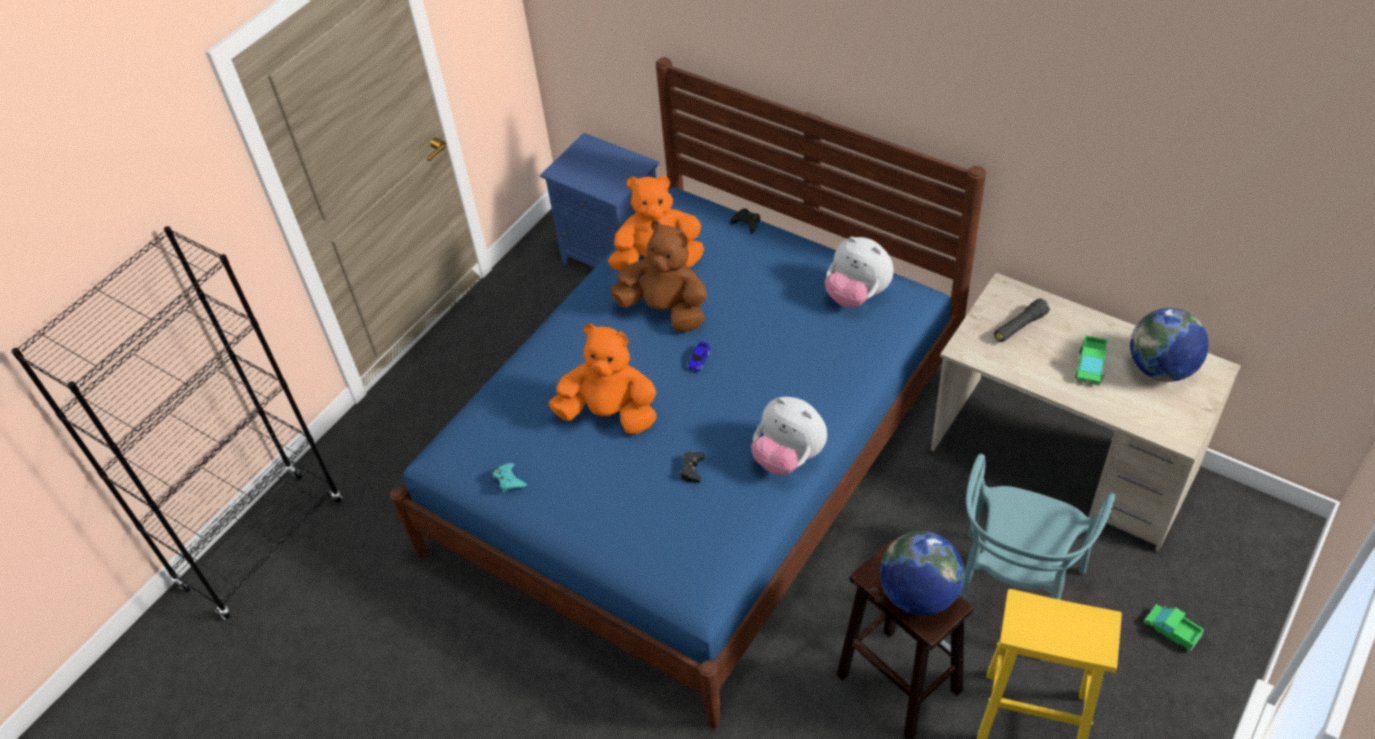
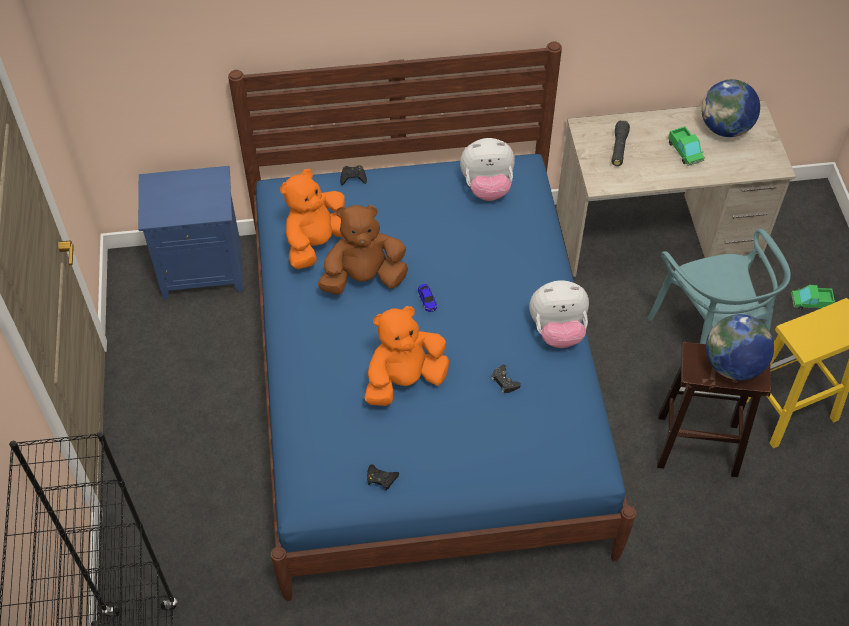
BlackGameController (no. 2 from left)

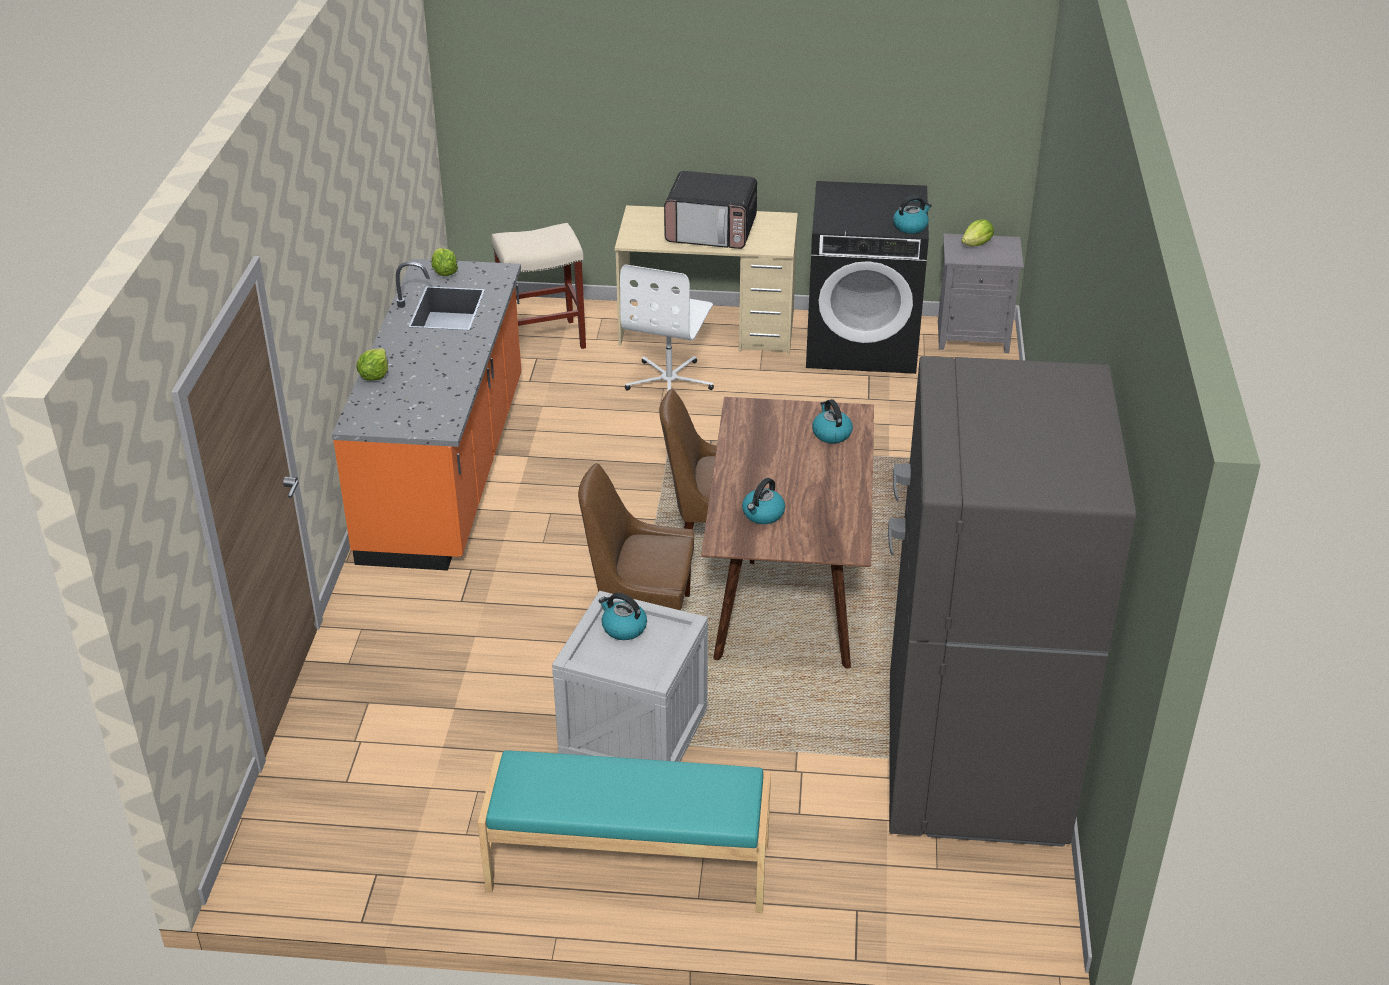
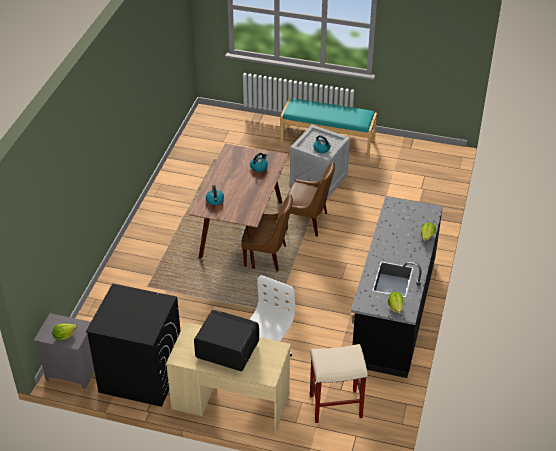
BlackCounter; GreyFridge; Kettle (no. 4 from left in the first image)

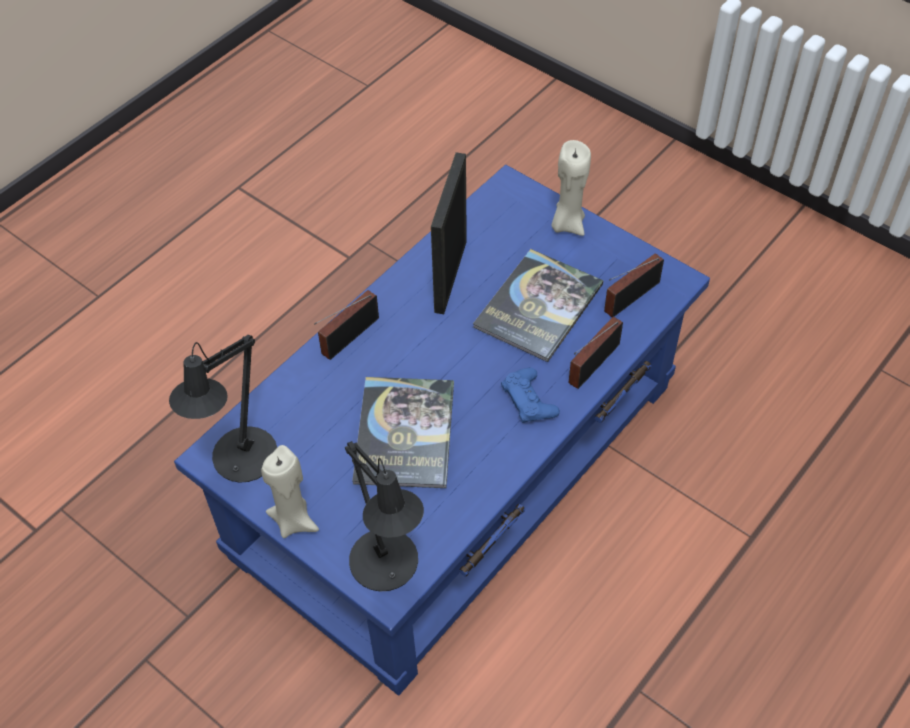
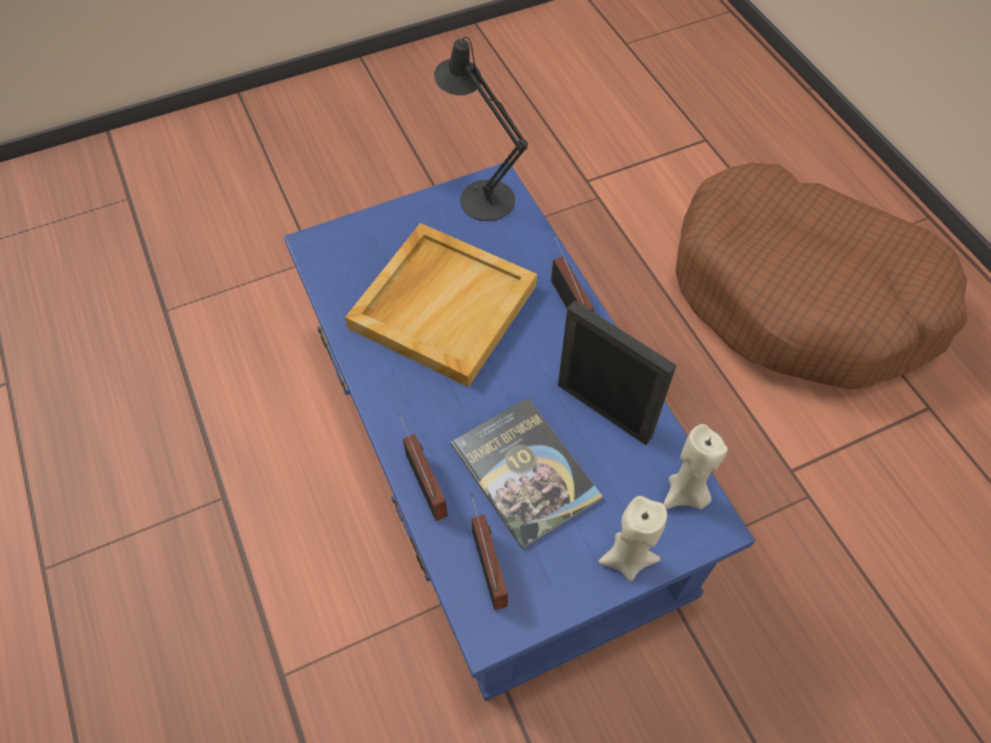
BeigeCandle (no. 2 from left); BlackTableLamp (no. 2 from left in the first image); BeigeTray; BlueGameController; BrownDogBed

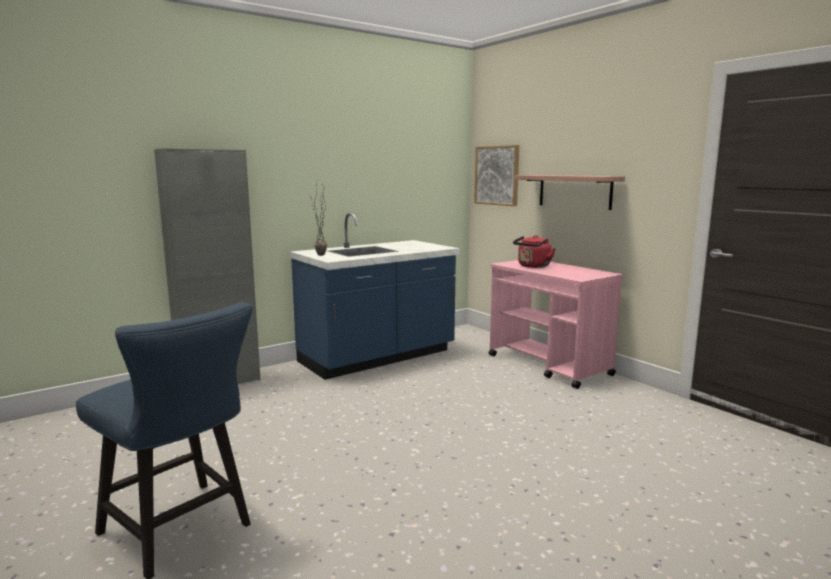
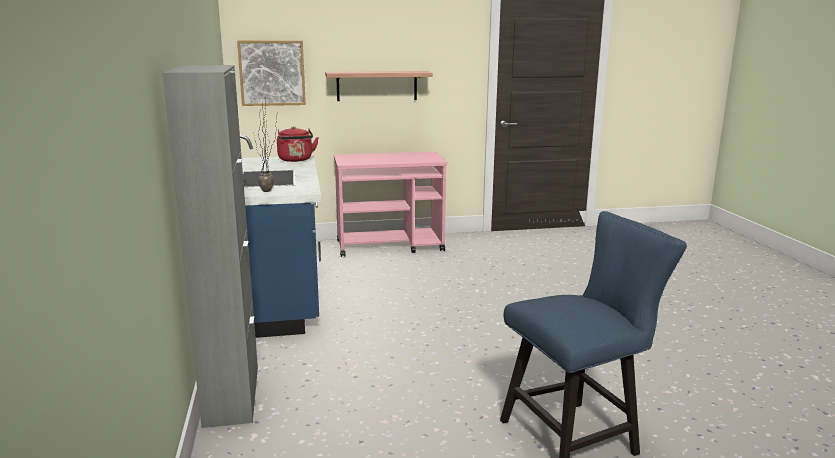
RedKettle

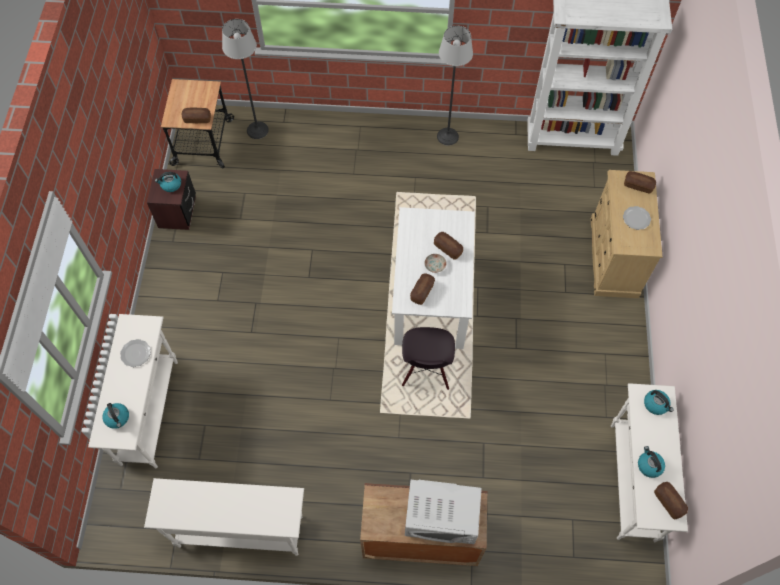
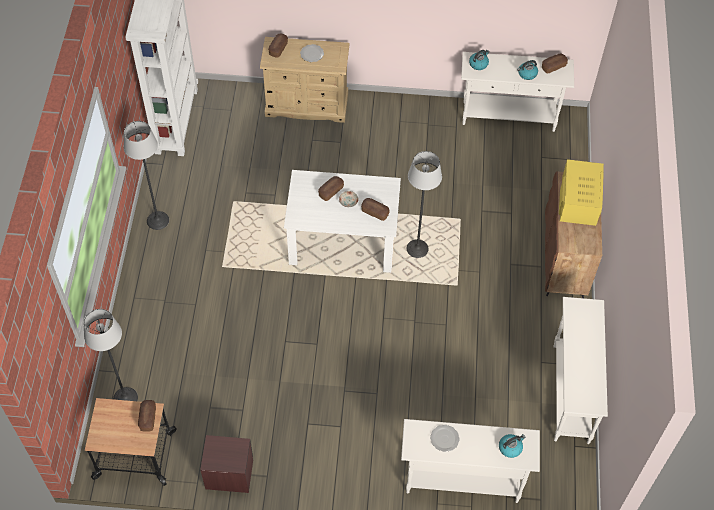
Kettle (no. 2 from left in the first image); FloorLamp (no. 3 from left); YellowMicrowave

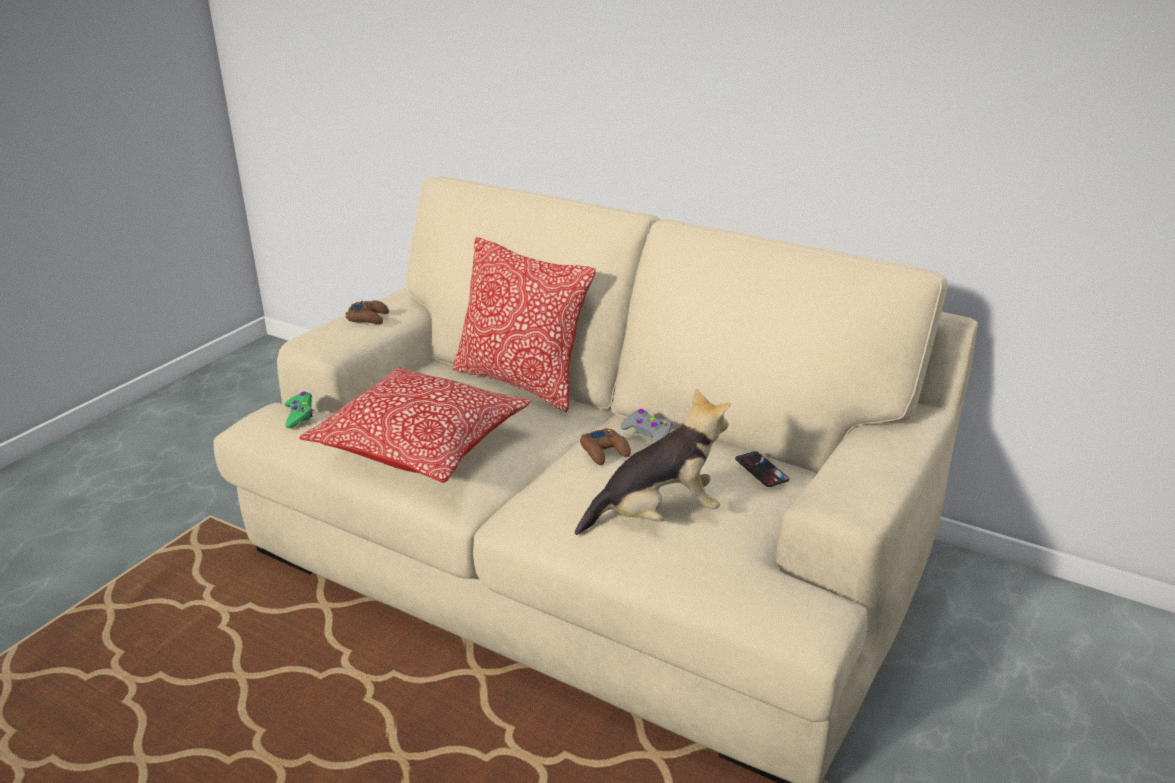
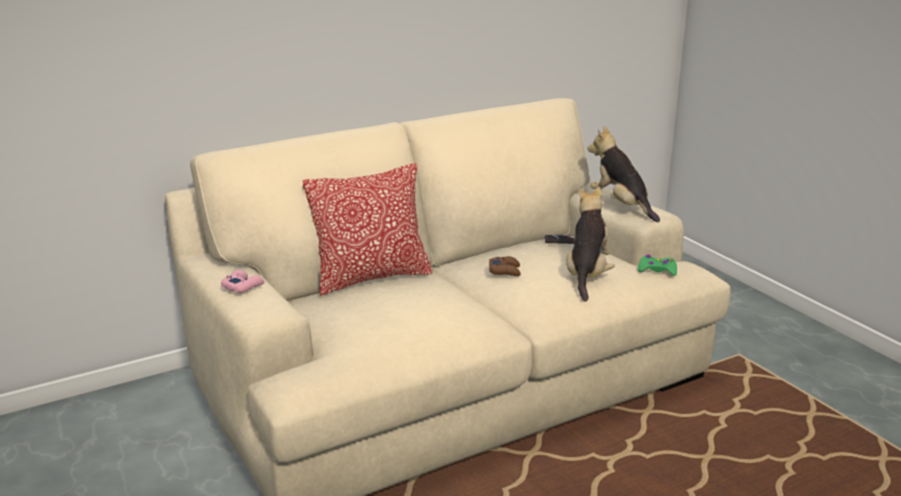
GreenGameController; Pillow (no. 1 from left in the first image); PinkGameController; GreyGameController; PlushToy (no. 2 from left)

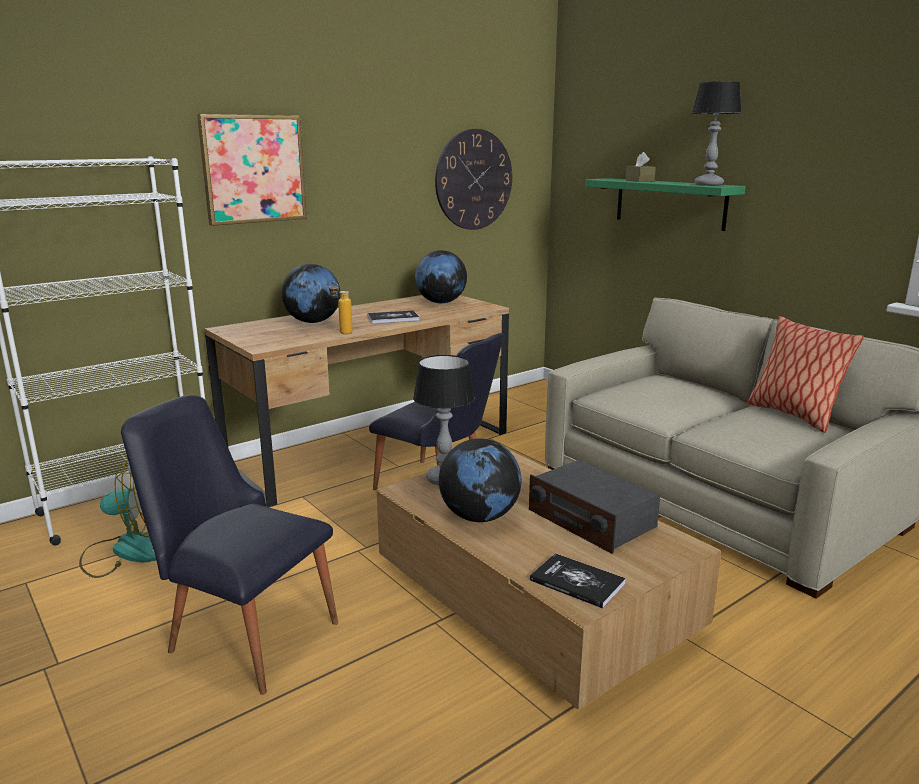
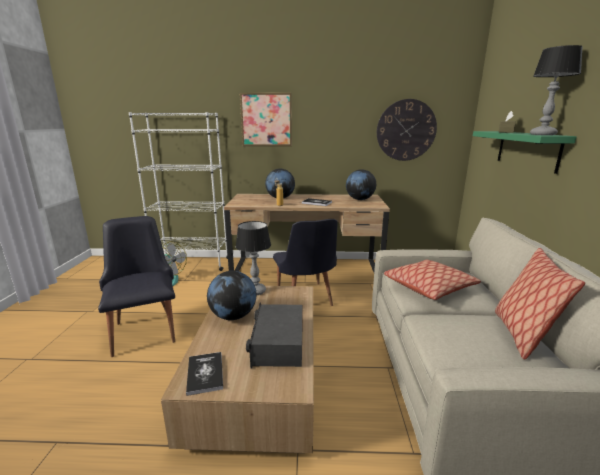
Pillow (no. 1 from left)

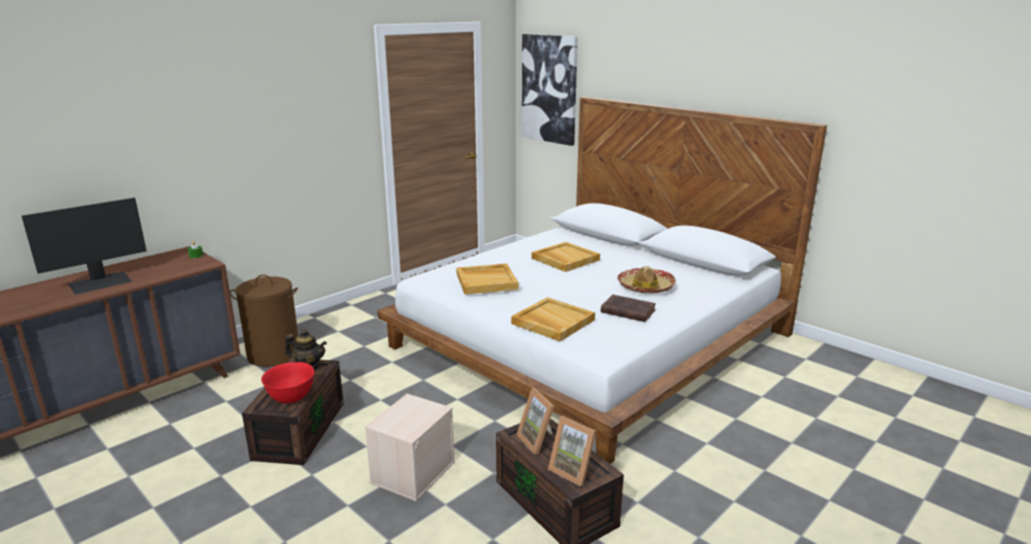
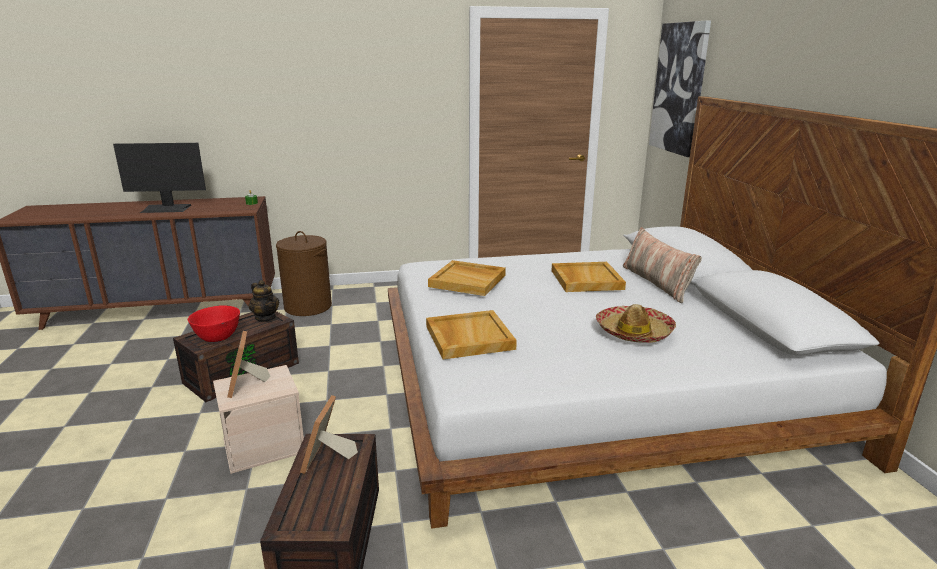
PictureFrame (no. 1 from left); BrownBook; Pillow

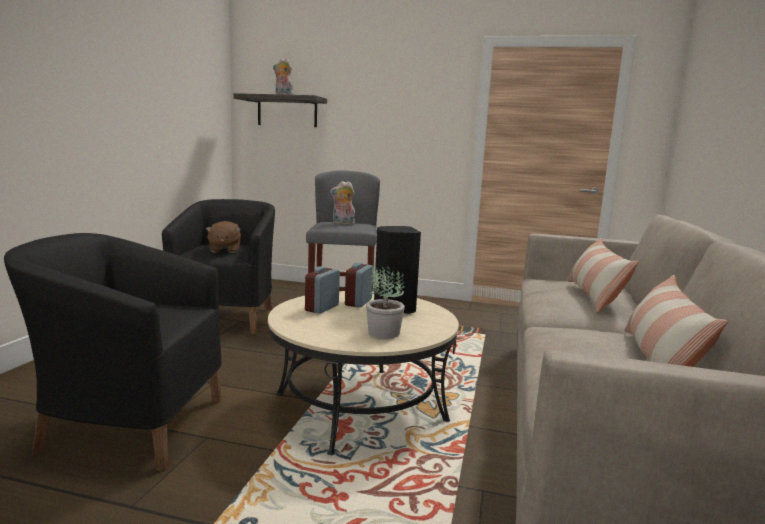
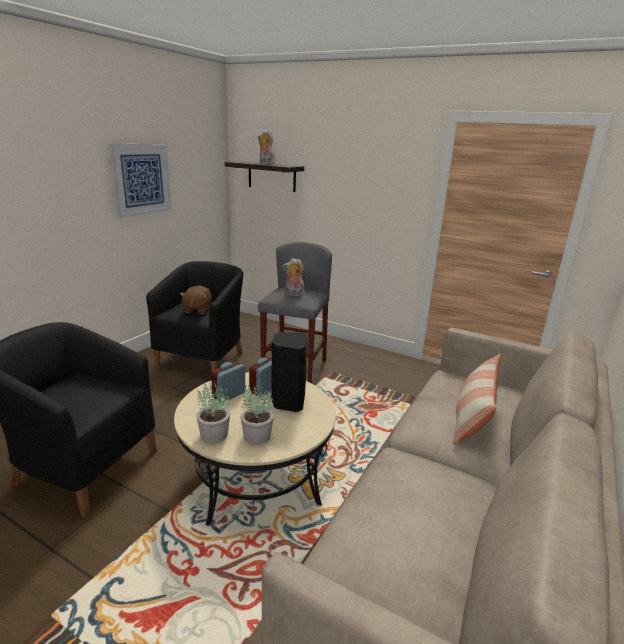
Pillow (no. 2 from left in the first image); Picture; PottedPlant (no. 1 from left)

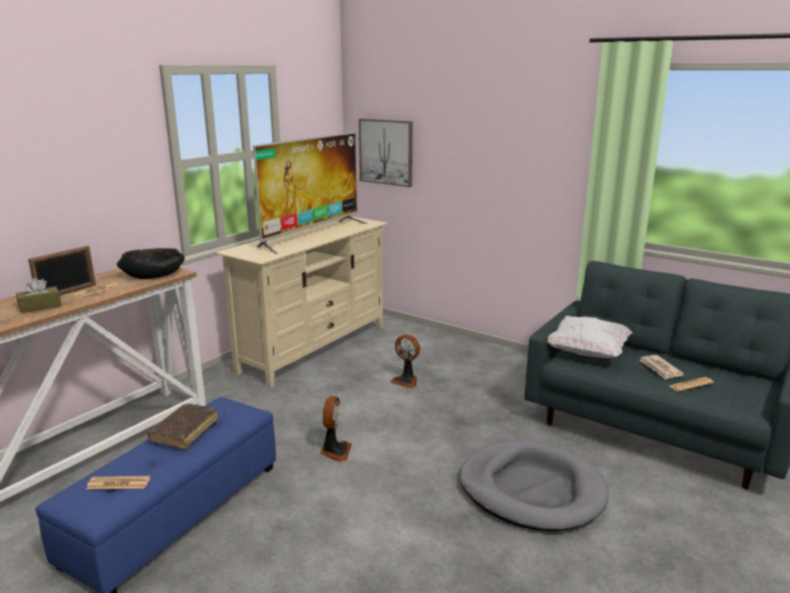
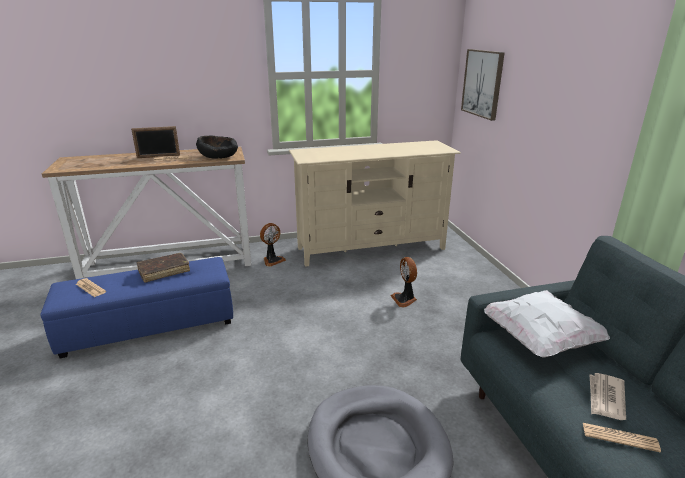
BrownTissueBox; Television; Fan (no. 1 from left)

